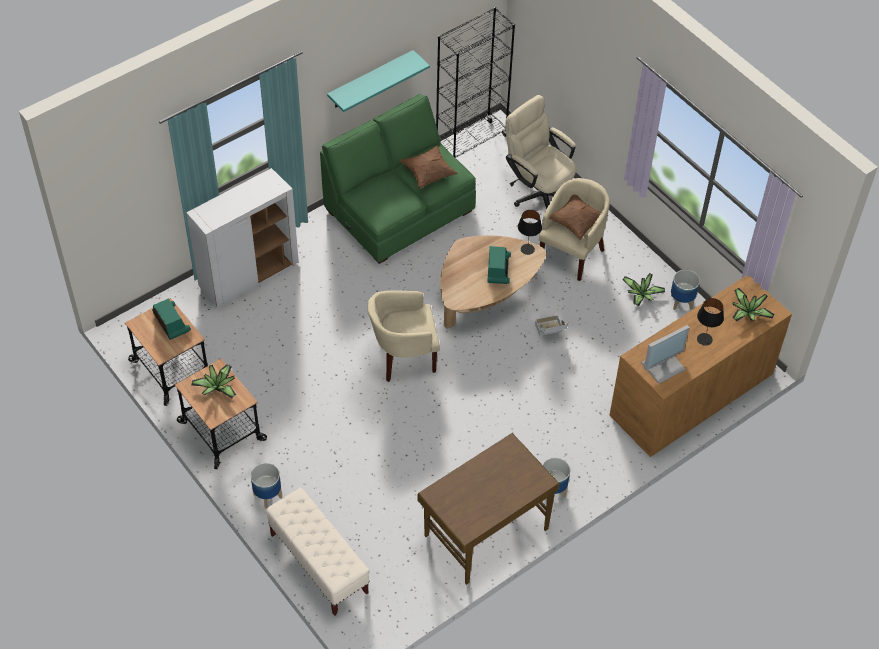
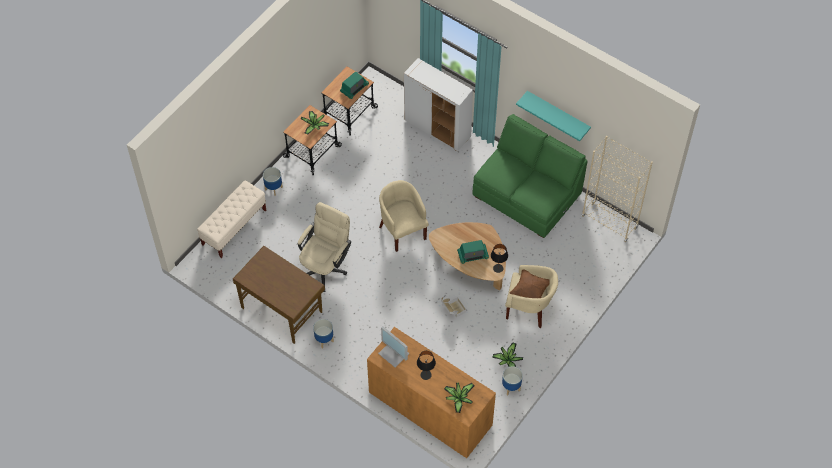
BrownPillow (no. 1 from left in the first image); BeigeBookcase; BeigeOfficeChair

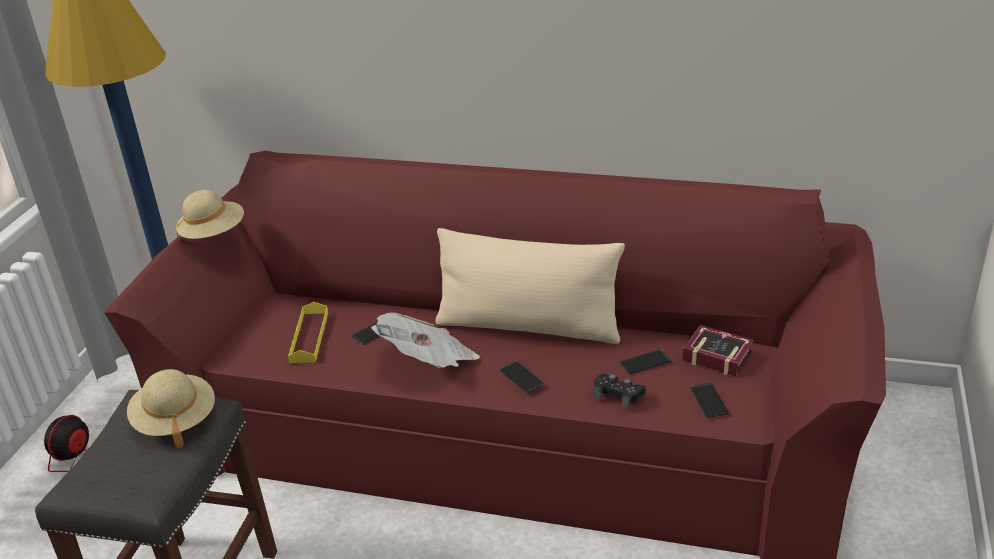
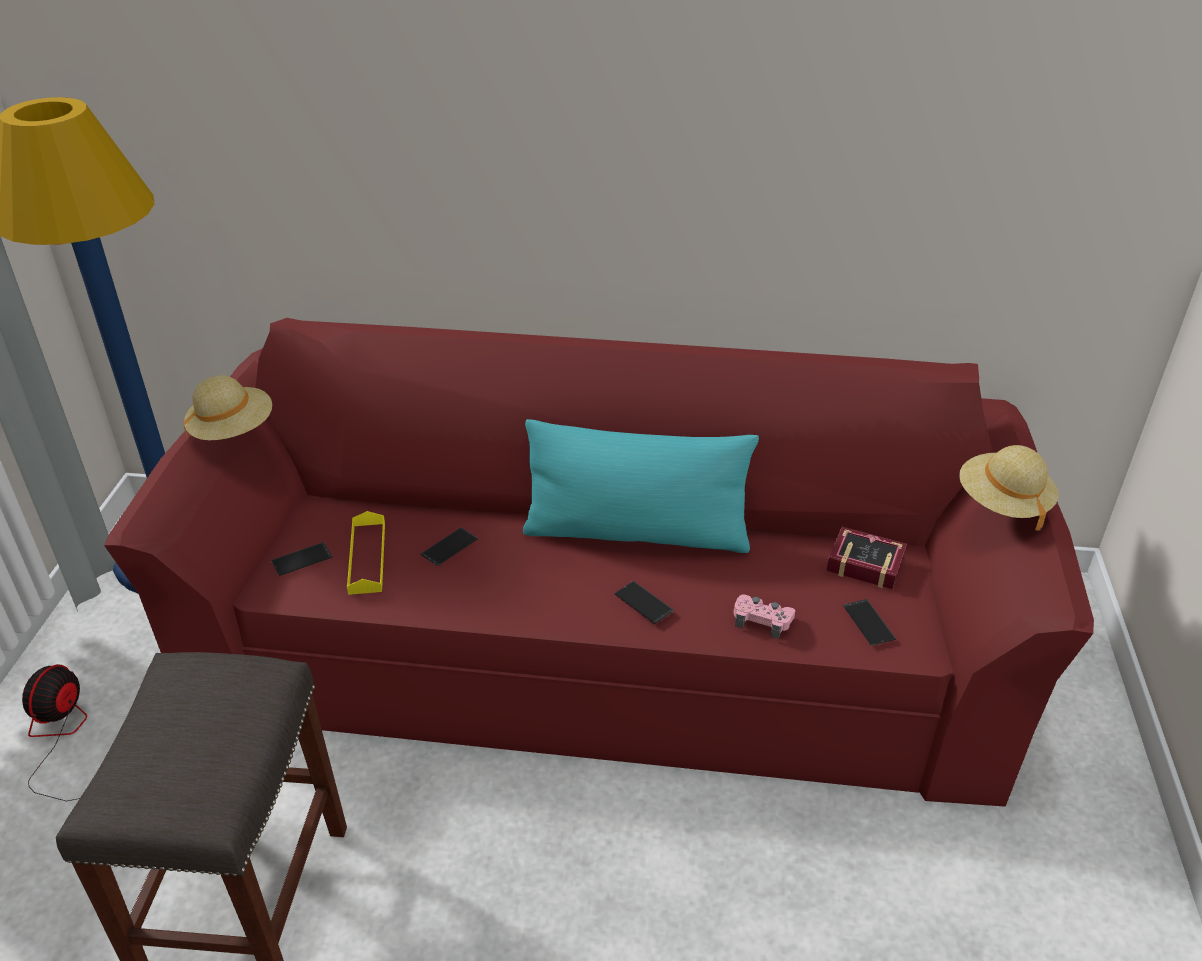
BeigeHat (no. 2 from left); Newspaper; TurquoisePillow; PinkGameController; Phone (no. 1 from left)

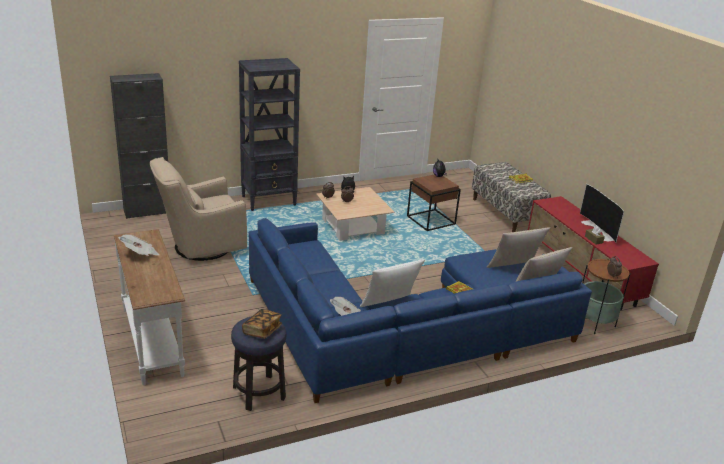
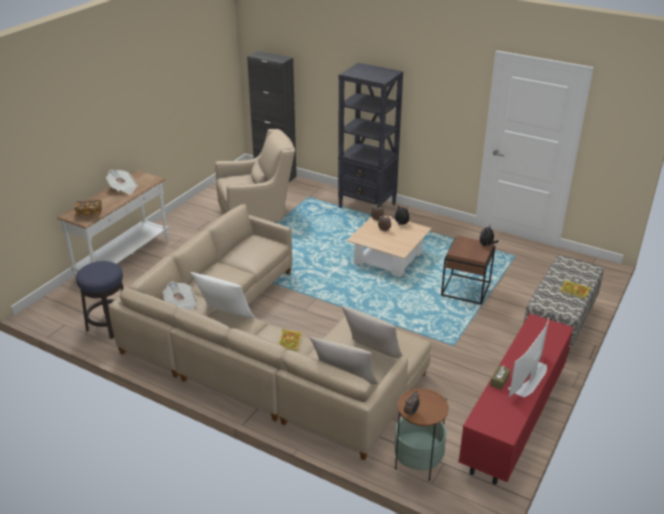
BeigeArmchair; Book (no. 1 from left); BeigeSofa

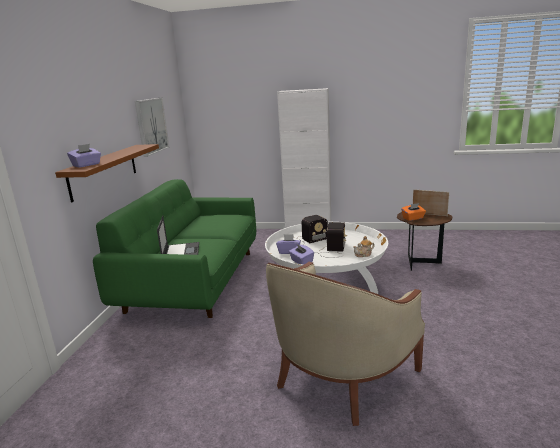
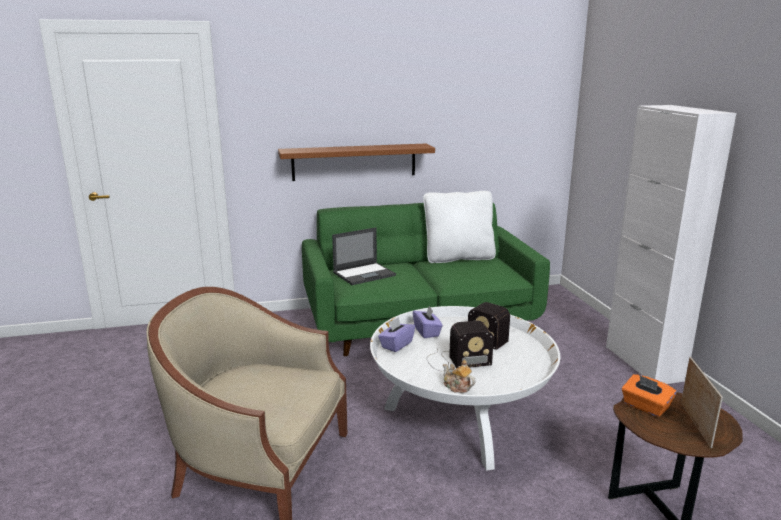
PurpleTissueBox (no. 1 from left in the first image); Picture; WhitePillow

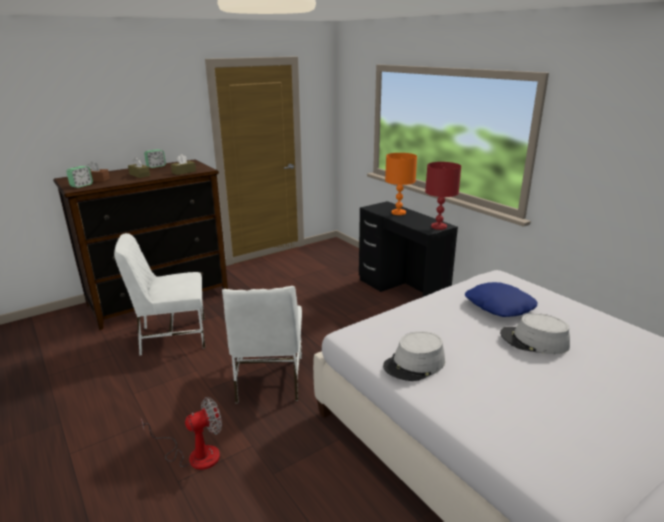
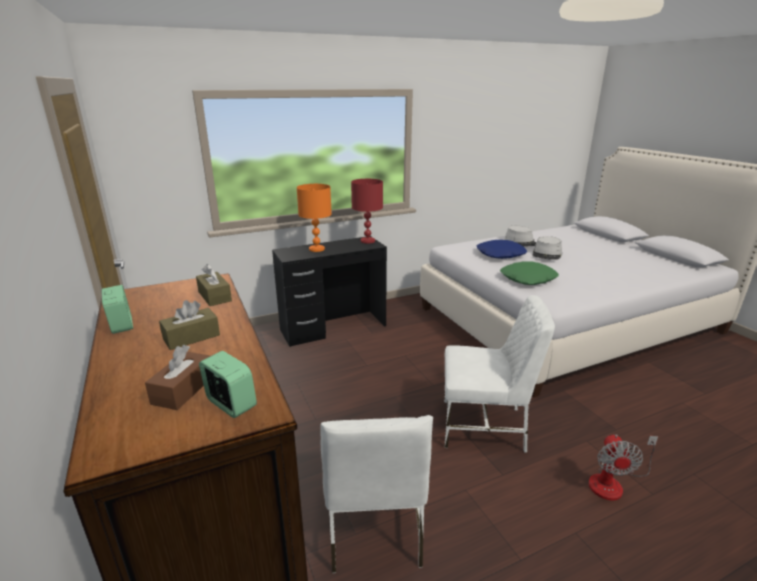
Fan; GreyHat (no. 1 from left); GreenPillow

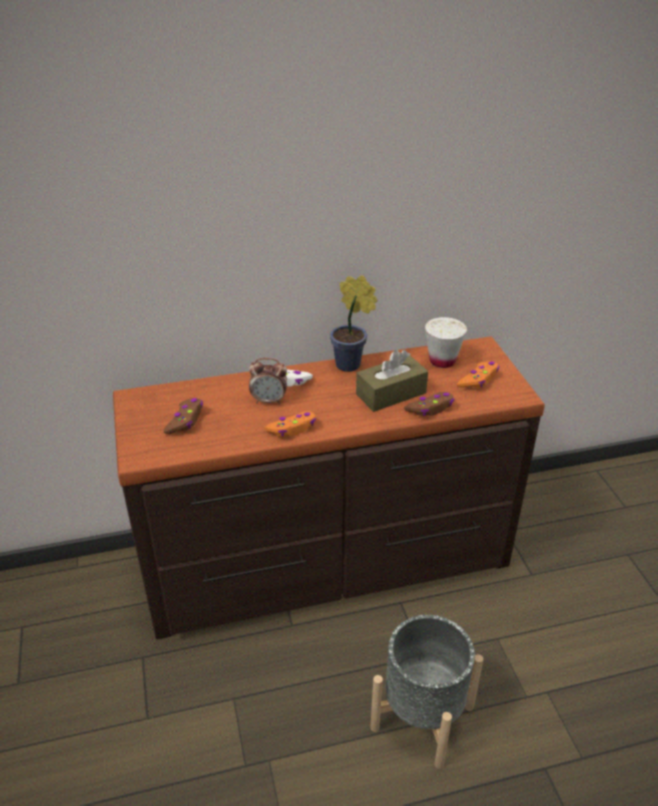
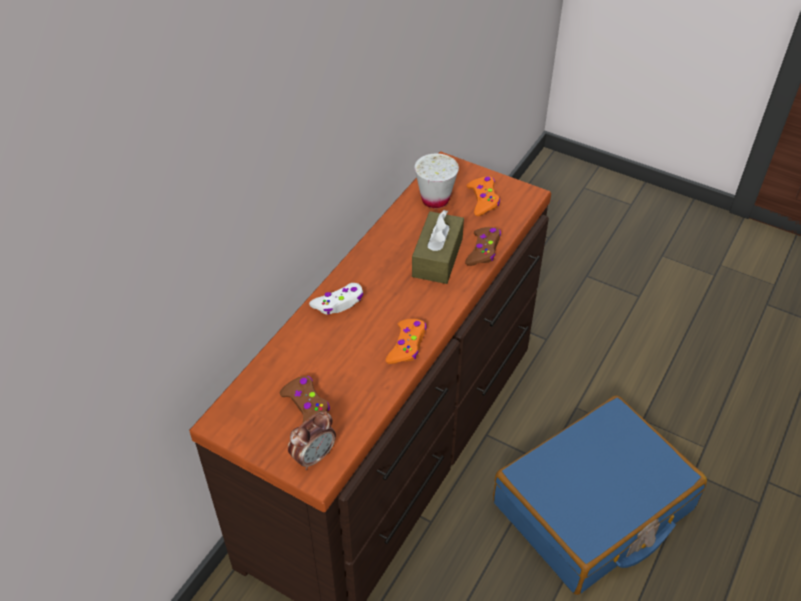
AlarmClock; PottedPlant; BlueSuitcase

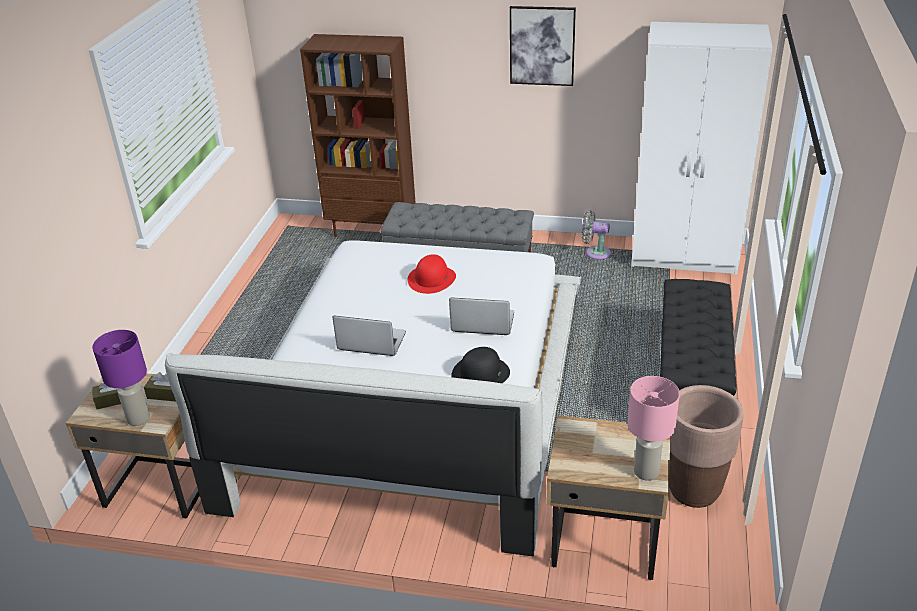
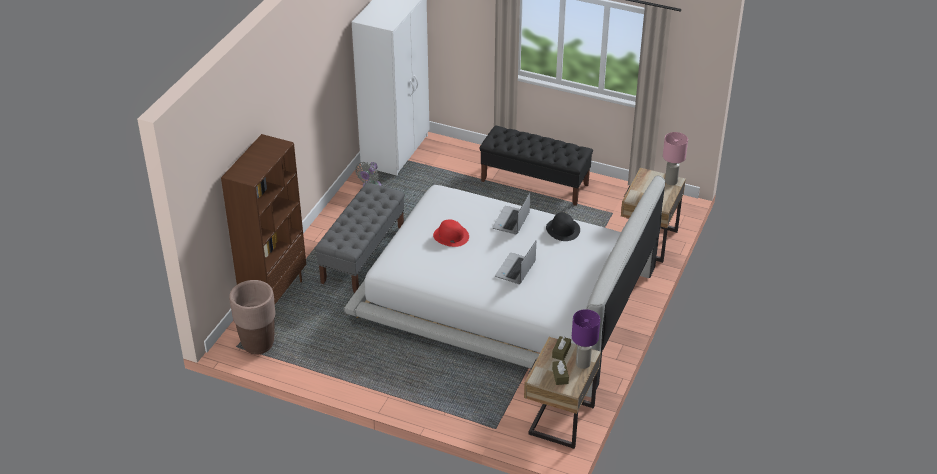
Picture; BrownPlanter

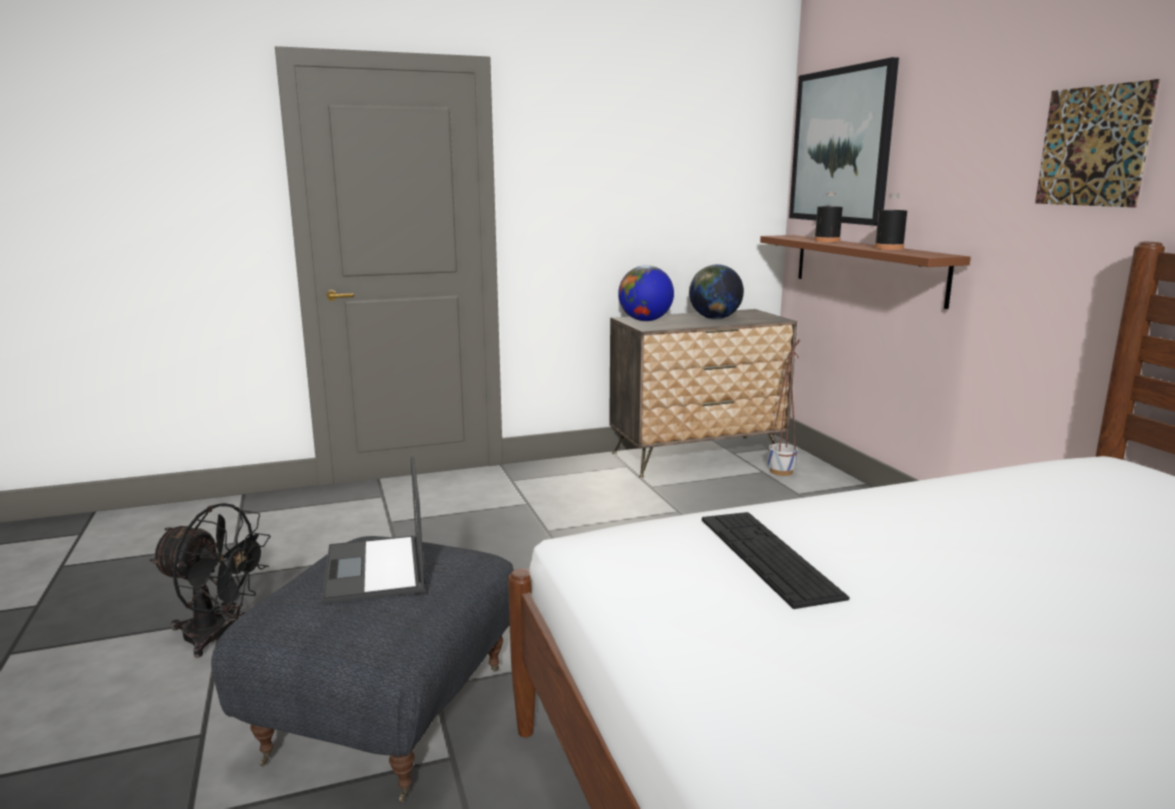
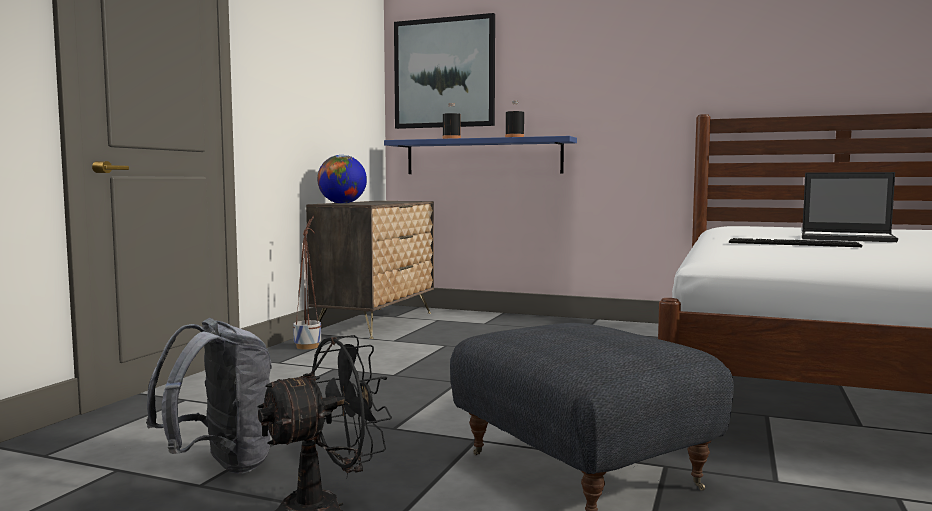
Laptop; Globe (no. 2 from left in the first image); BlueShelf; Planter; Picture (no. 2 from left in the first image); GreyBackpack

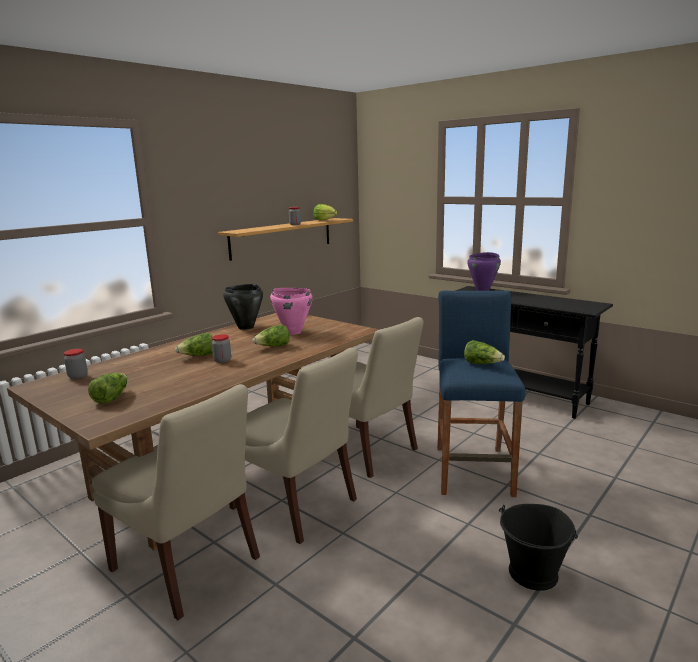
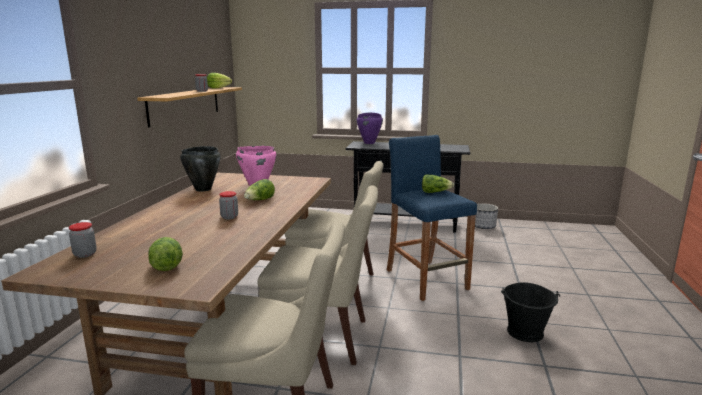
Lettuce (no. 2 from left in the first image); Planter

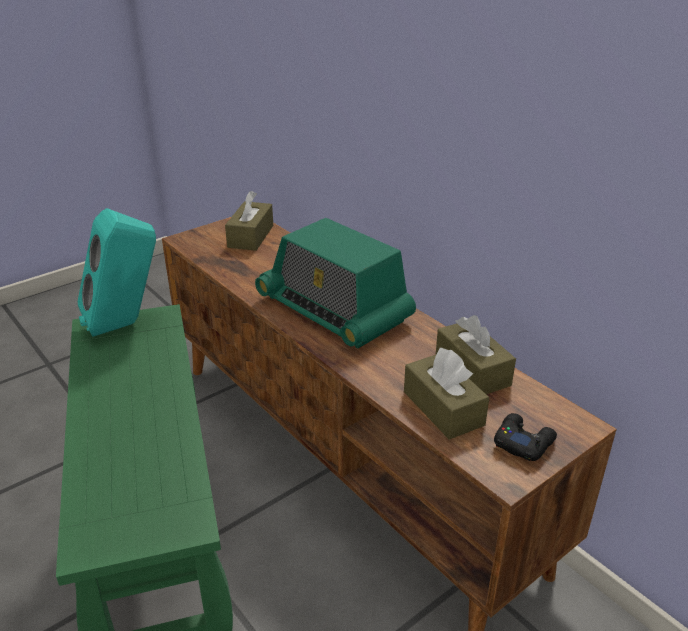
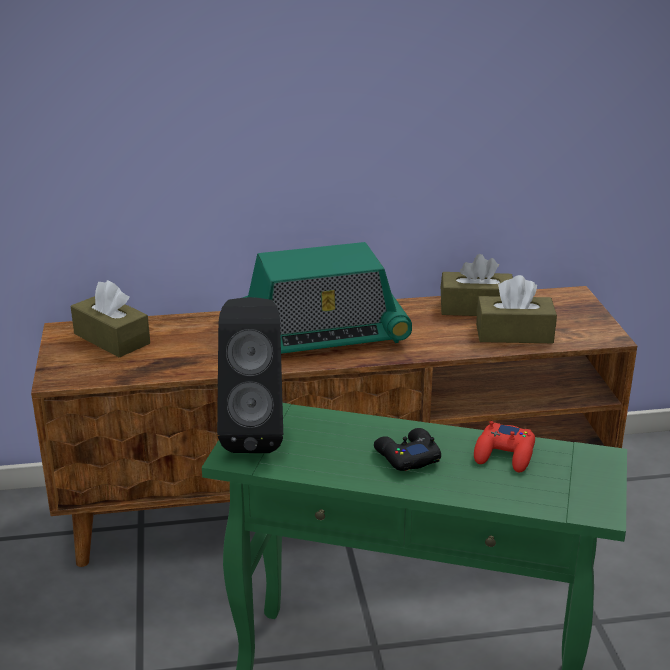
BlackSpeaker; BlackGameController; RedGameController

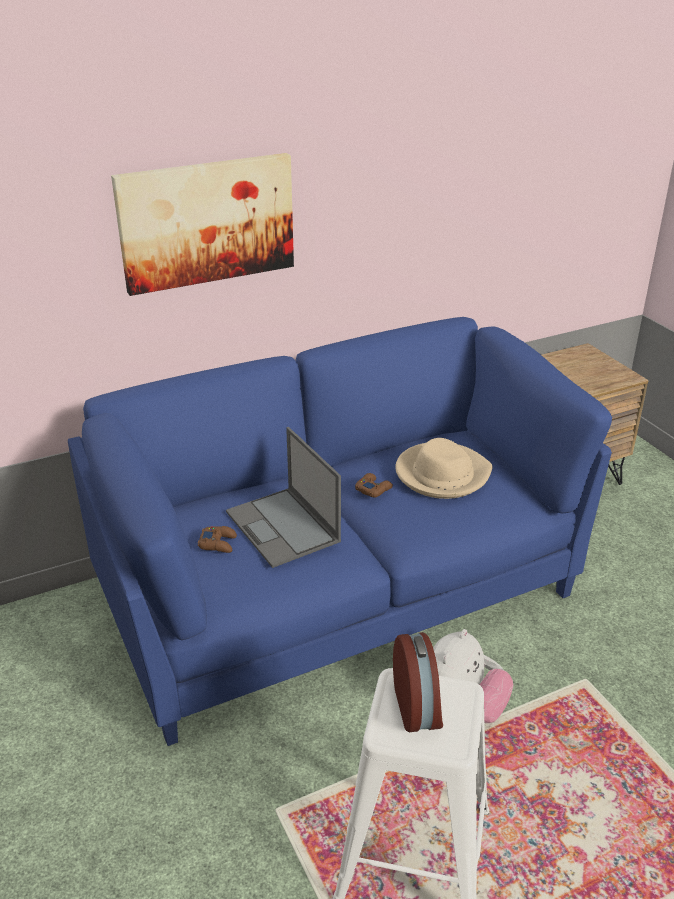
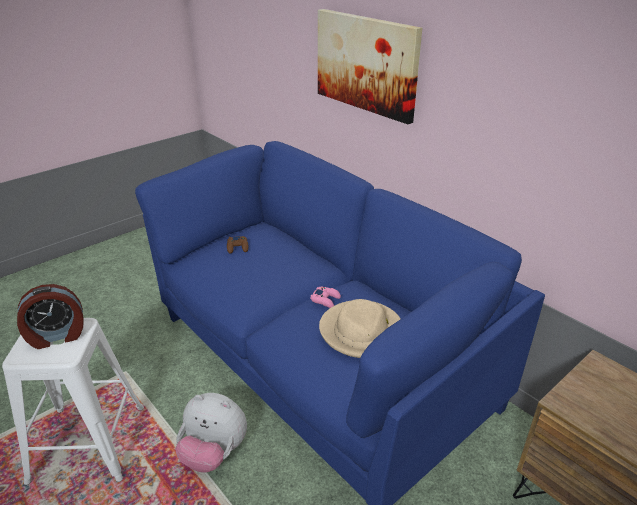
Laptop; PinkGameController

